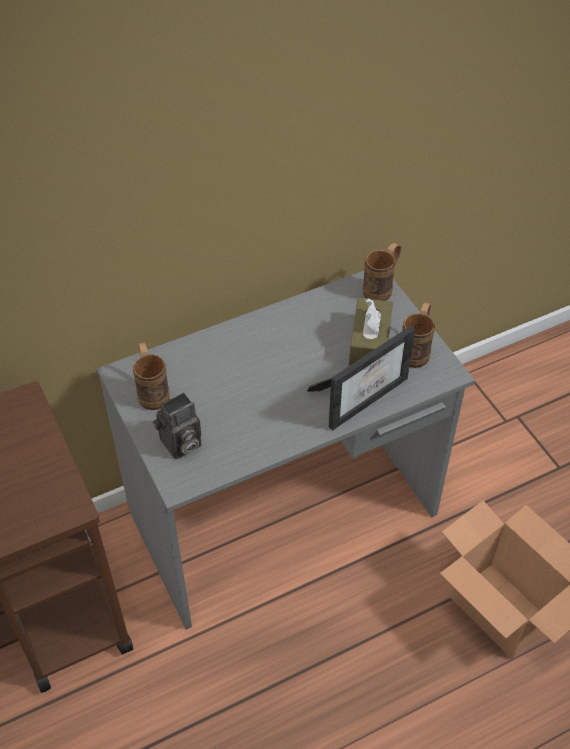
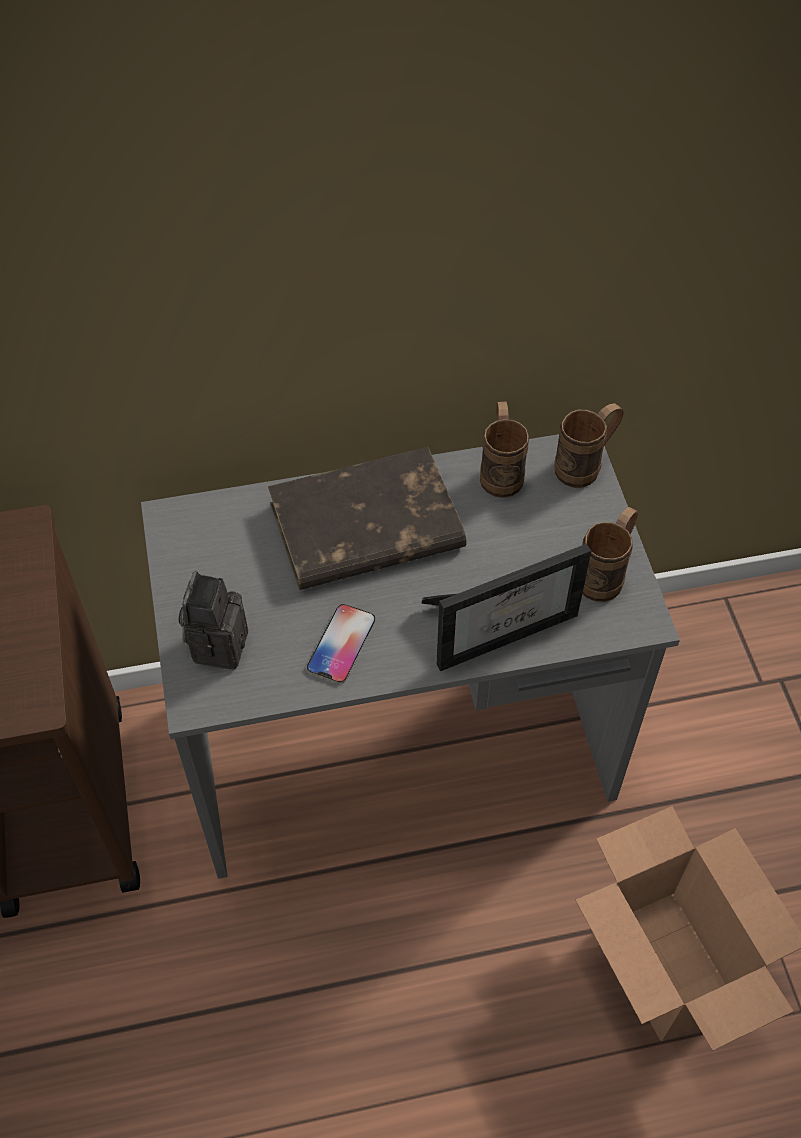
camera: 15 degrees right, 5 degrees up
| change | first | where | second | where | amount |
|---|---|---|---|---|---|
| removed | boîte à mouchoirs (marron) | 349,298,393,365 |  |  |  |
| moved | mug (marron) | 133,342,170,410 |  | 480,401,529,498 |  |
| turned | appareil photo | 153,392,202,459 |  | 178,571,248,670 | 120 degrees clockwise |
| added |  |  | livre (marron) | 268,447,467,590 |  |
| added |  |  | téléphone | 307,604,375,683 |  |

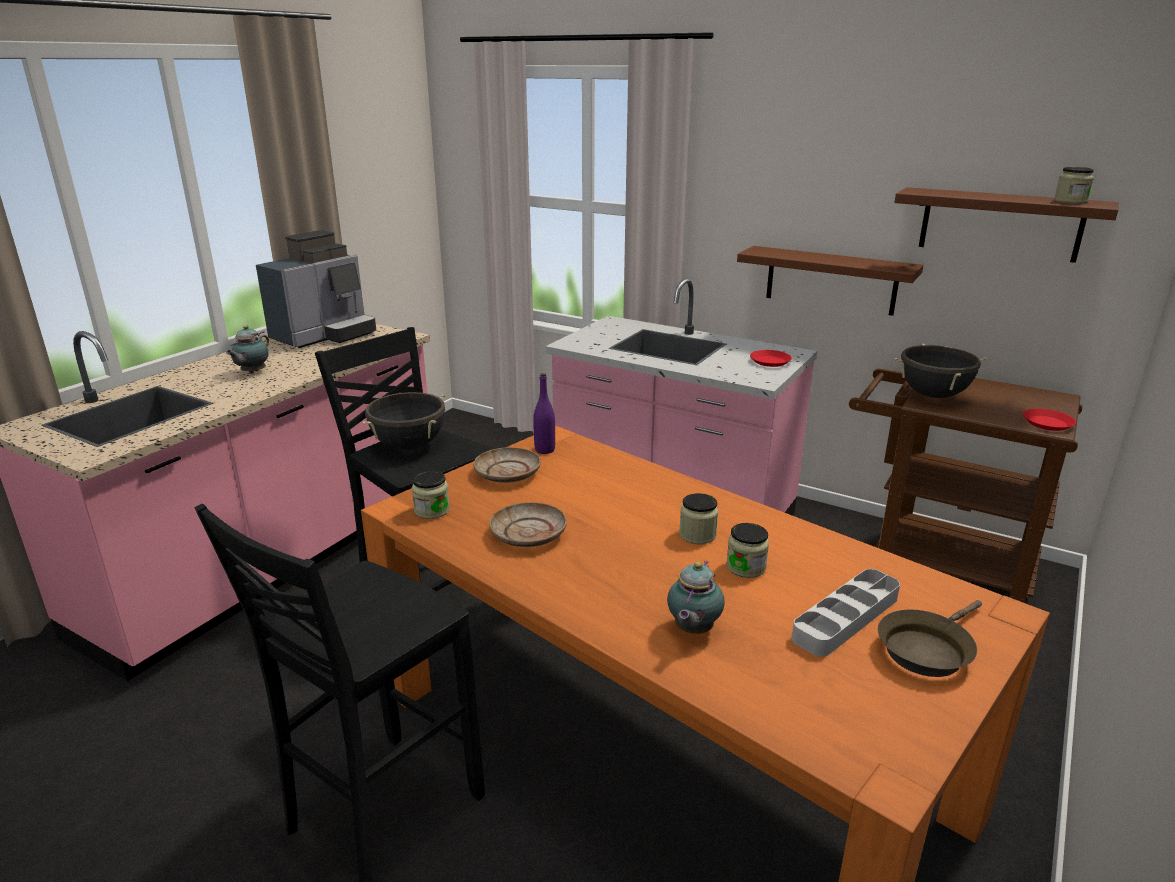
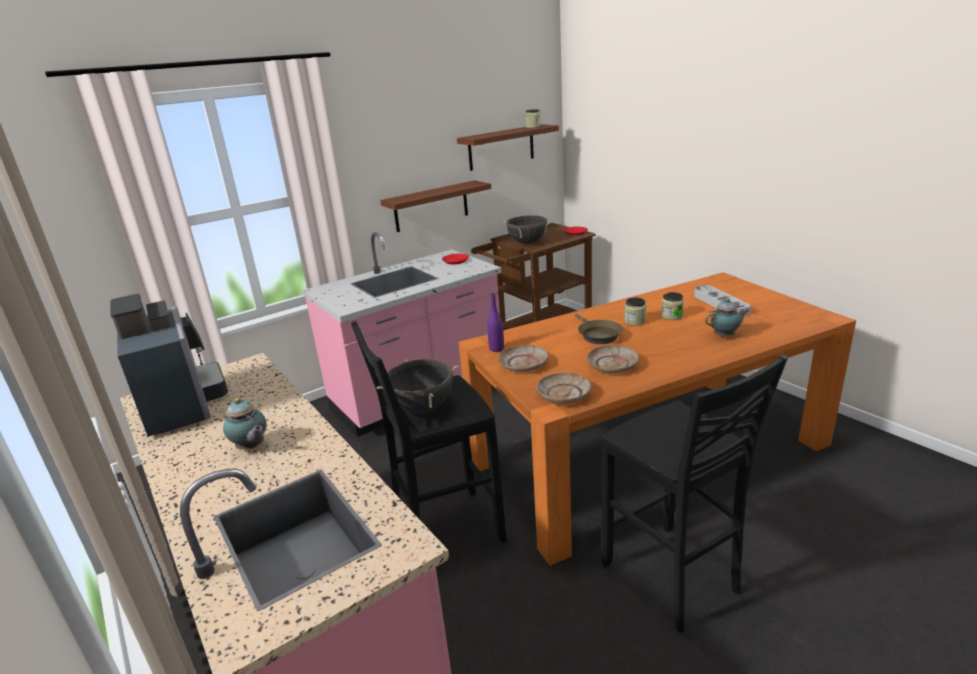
camera: 65 degrees left, 0 degrees up
| change | first | where | second | where | amount |
|---|---|---|---|---|---|
| replaced | bocal | 412,471,450,519 | assiette (beige) | 536,373,592,404 |  |
| turned | théière | 667,560,725,634 |  | 705,298,749,337 | 60 degrees counterclockwise |
| moved | poêle (marron) | 878,600,982,677 |  | 575,314,623,344 |  |

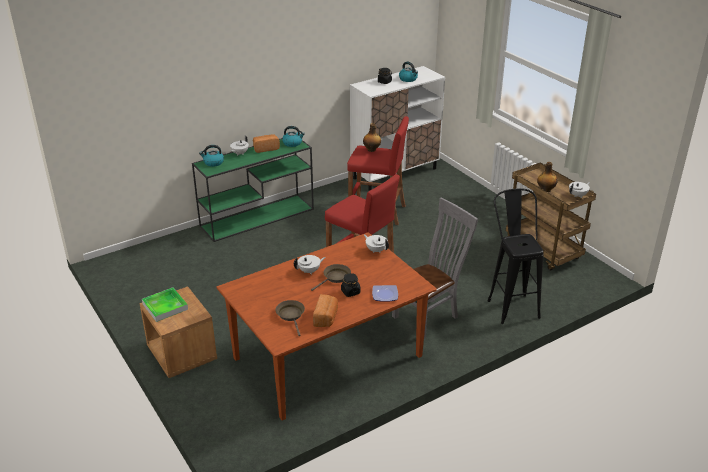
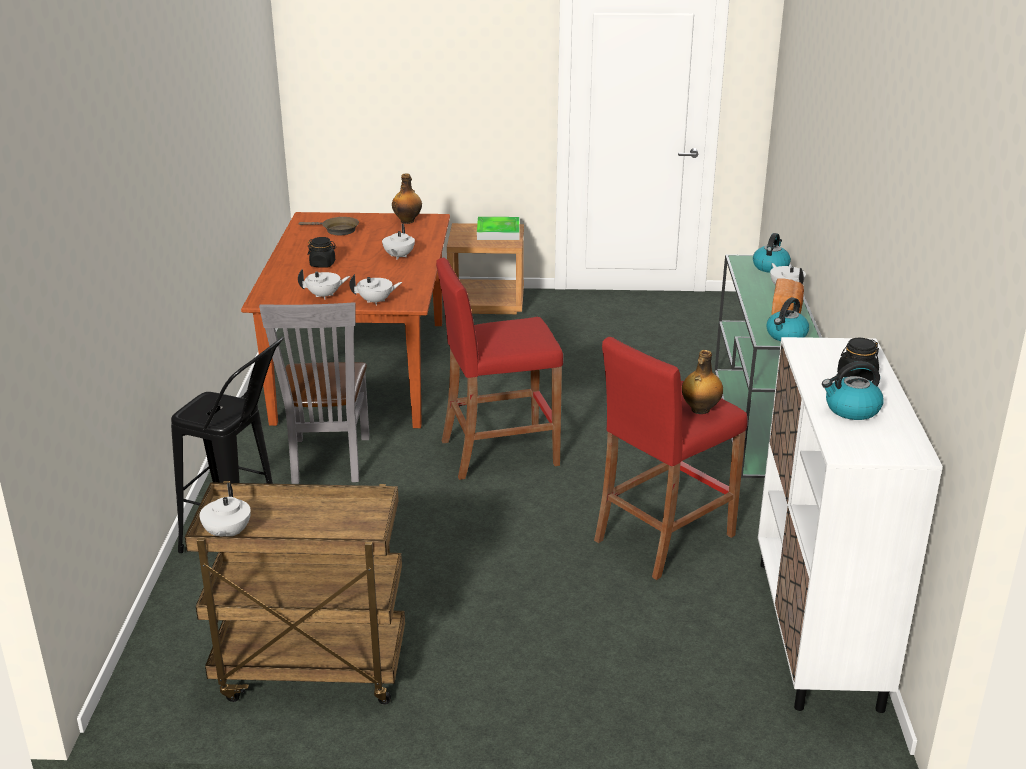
camera: 125 degrees right, 5 degrees down
| change | first | where | second | where | amount |
|---|---|---|---|---|---|
| moved | bouteille | 537,162,558,192 |  | 392,174,422,224 |  |
| removed | poêle (marron) | 311,264,351,291 |  |  |  |
| removed | assiette | 372,285,398,302 |  |  |  |
| removed | pain | 313,294,338,327 |  |  |  |
| added |  |  | théière (blanc) | 298,269,350,300 |  |

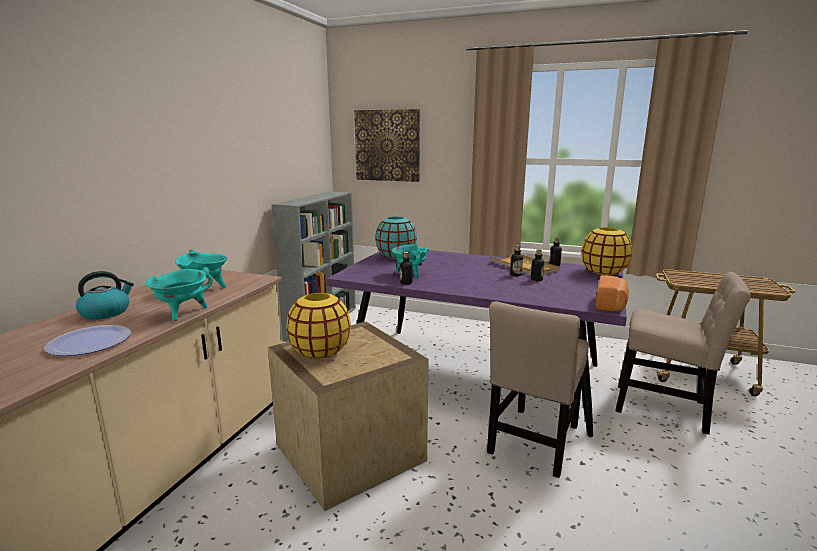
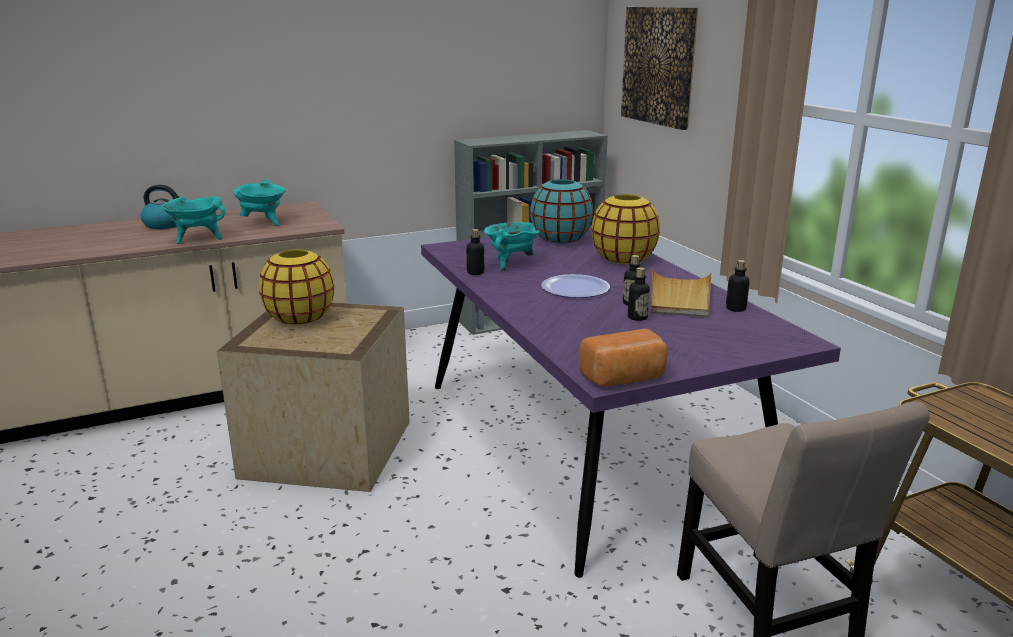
camera: 45 degrees right, 5 degrees up
| change | first | where | second | where | amount |
|---|---|---|---|---|---|
| moved | vase (jaune) | 581,227,632,275 |  | 591,194,660,264 |  |
| removed | chaise (beige) | 487,301,589,478 |  |  |  |
| moved | assiette | 44,325,131,356 |  | 541,274,610,298 |  |

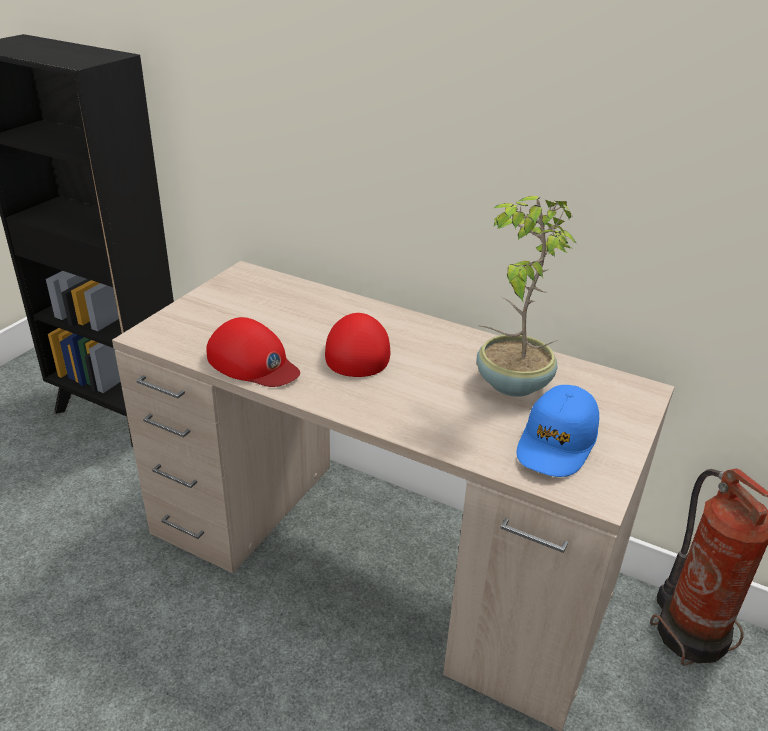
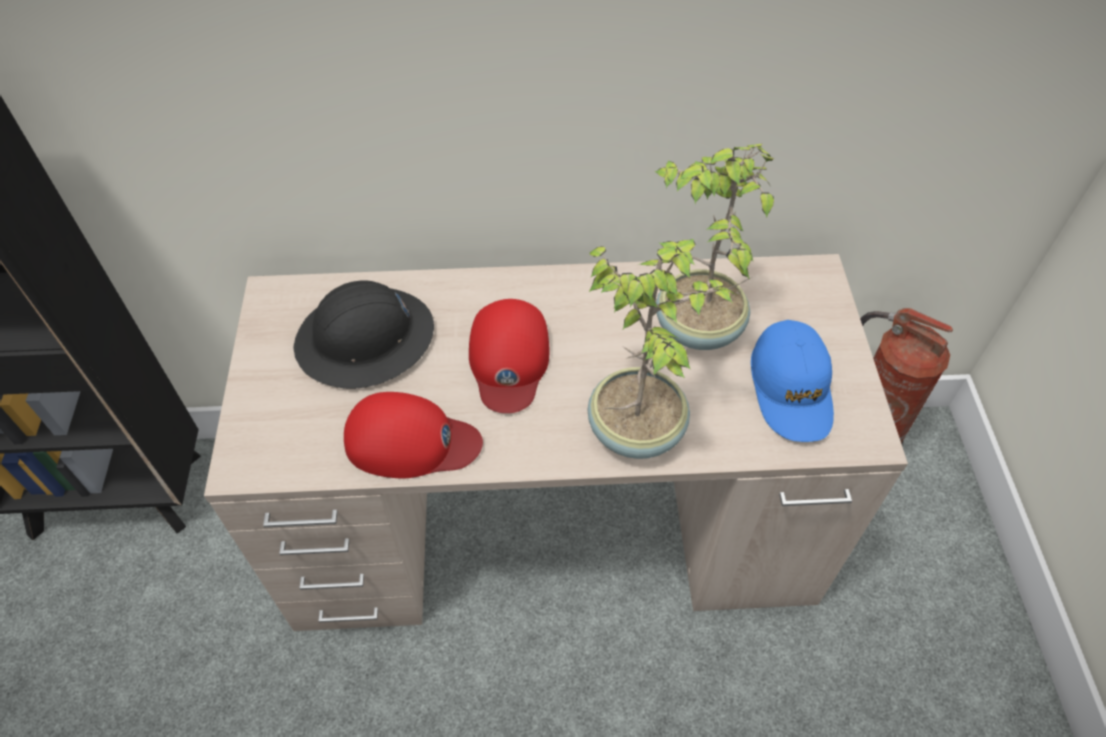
camera: 30 degrees left, 20 degrees up
| change | first | where | second | where | amount |
|---|---|---|---|---|---|
| turned | casquette (rouge) | 325,313,390,377 |  | 469,299,549,413 | 150 degrees counterclockwise |
| added |  |  | plante en pot | 588,239,735,459 |  |
| added |  |  | casque de chantier (noir) | 294,280,434,389 |  |

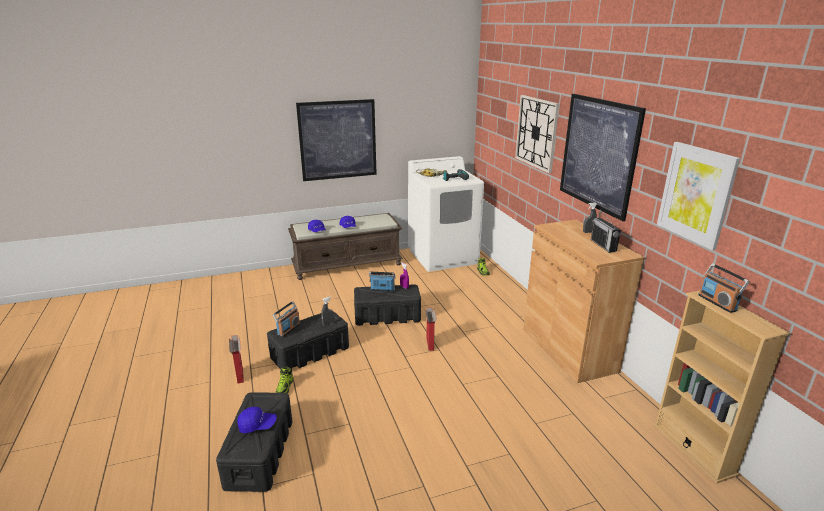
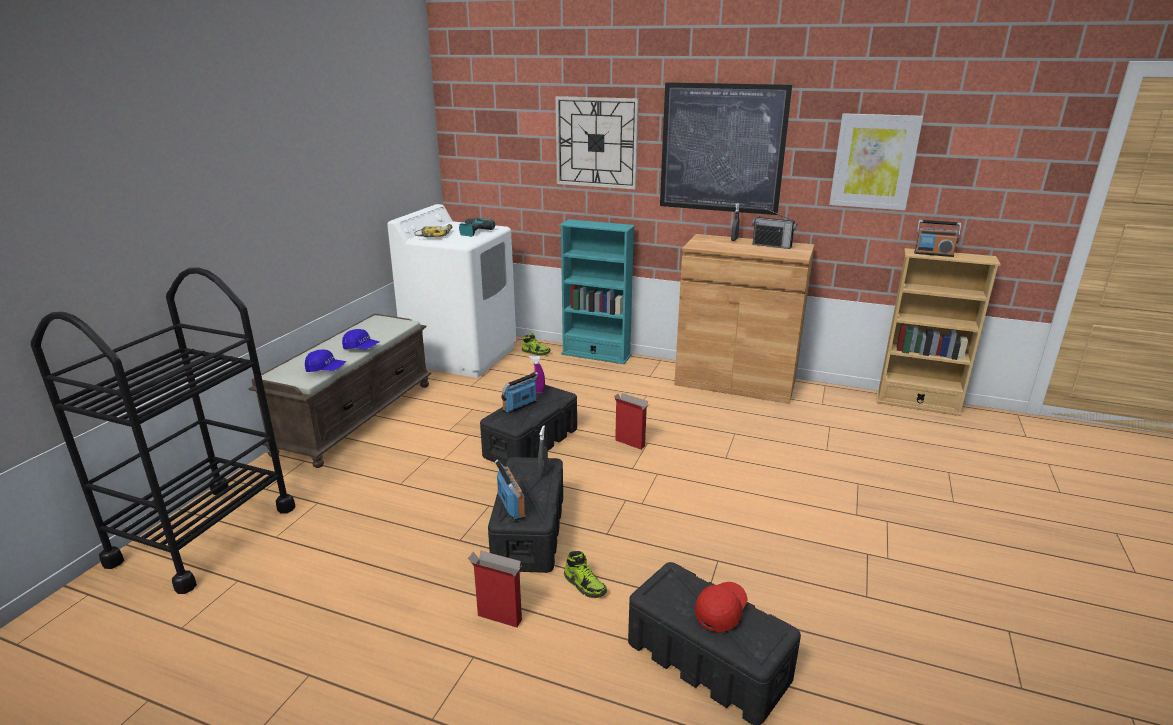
camera: 50 degrees left, 0 degrees up
| change | first | where | second | where | amount |
|---|---|---|---|---|---|
| removed | tableau | 296,99,377,181 |  |  |  |
| recoloured | casquette (bleu) | 238,407,277,433 | casquette (rouge) | 695,582,748,633 |  |
| added |  |  | bibliothèque (turquoise) | 559,219,635,364 |  |
| added |  |  | chariot (noir) | 31,268,296,594 |  |

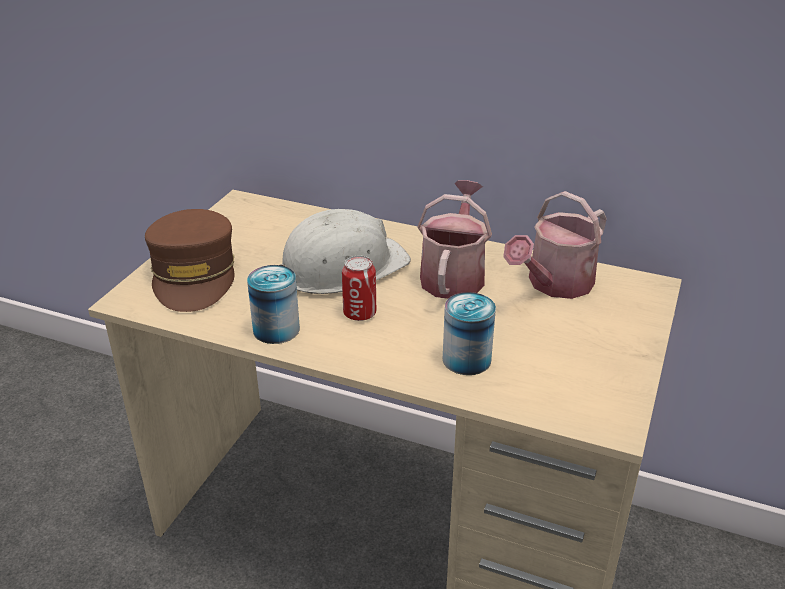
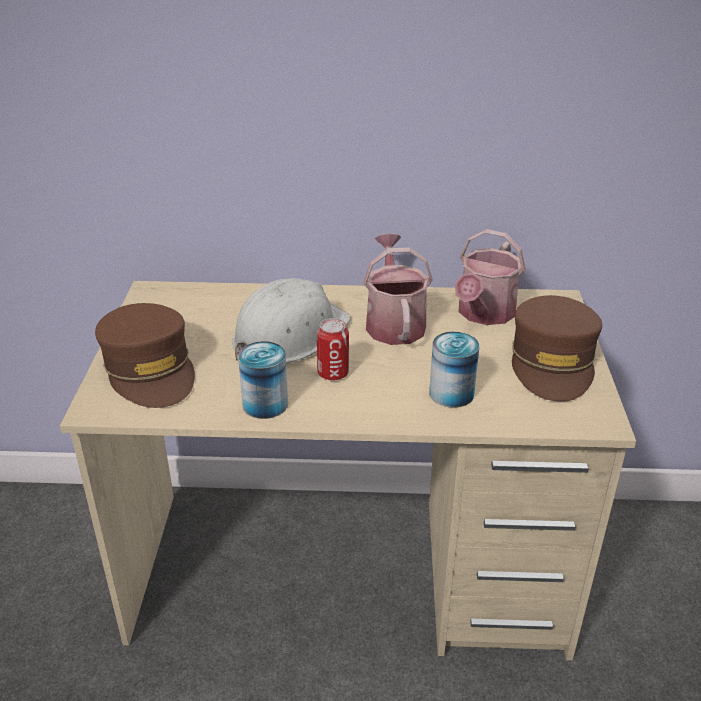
camera: 20 degrees left, 0 degrees up
| change | first | where | second | where | amount |
|---|---|---|---|---|---|
| added |  |  | casquette (marron) | 512,295,602,402 |  |

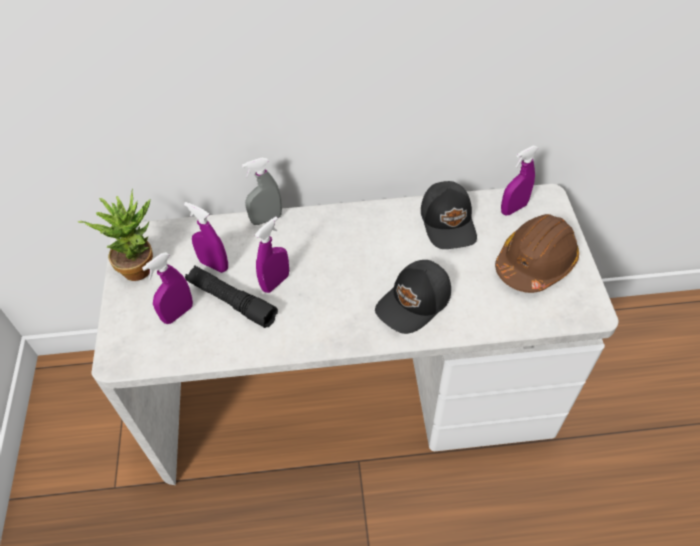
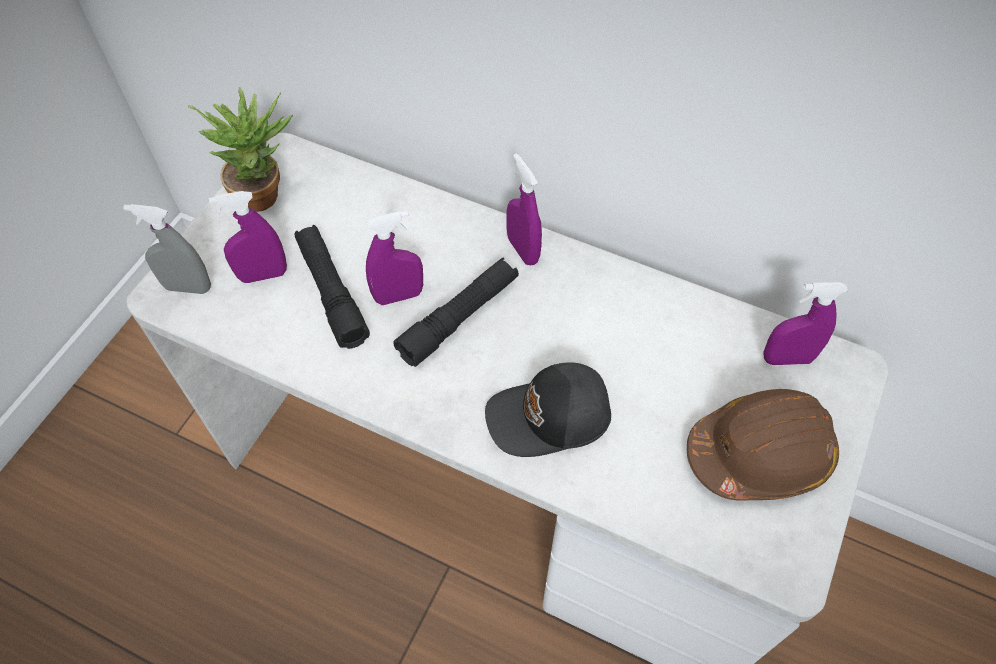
camera: 30 degrees right, 5 degrees up
| change | first | where | second | where | amount |
|---|---|---|---|---|---|
| moved | vaporisateur (gris) | 242,158,282,225 |  | 123,204,211,294 |  |
| removed | casquette (noir) | 421,181,477,249 |  |  |  |
| moved | vaporisateur (violet) | 184,202,228,273 |  | 506,153,542,265 |  |
| added |  |  | lampe de poche (noir) | 393,257,519,367 |  |

